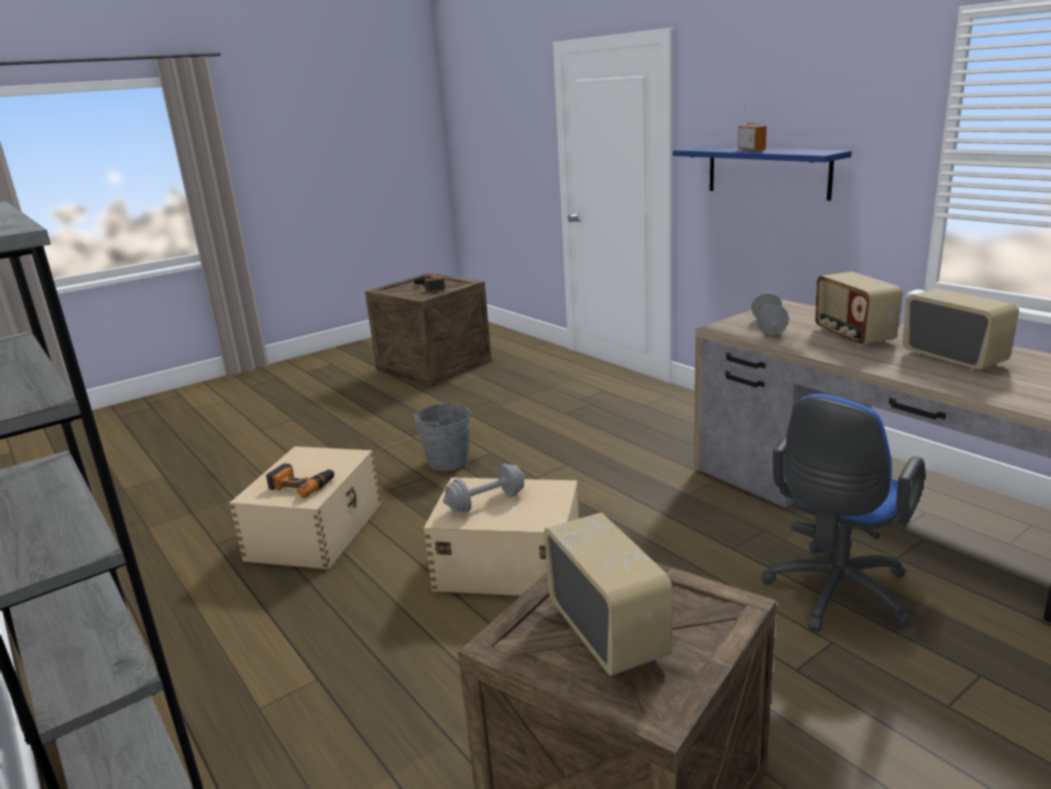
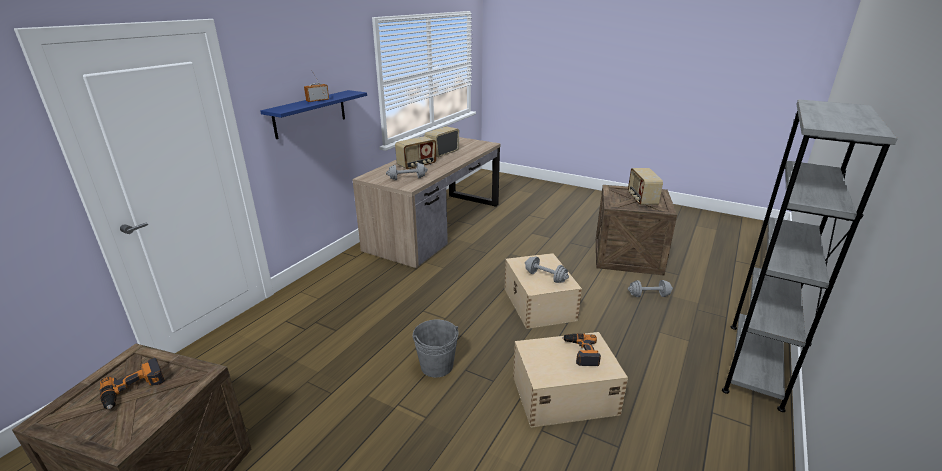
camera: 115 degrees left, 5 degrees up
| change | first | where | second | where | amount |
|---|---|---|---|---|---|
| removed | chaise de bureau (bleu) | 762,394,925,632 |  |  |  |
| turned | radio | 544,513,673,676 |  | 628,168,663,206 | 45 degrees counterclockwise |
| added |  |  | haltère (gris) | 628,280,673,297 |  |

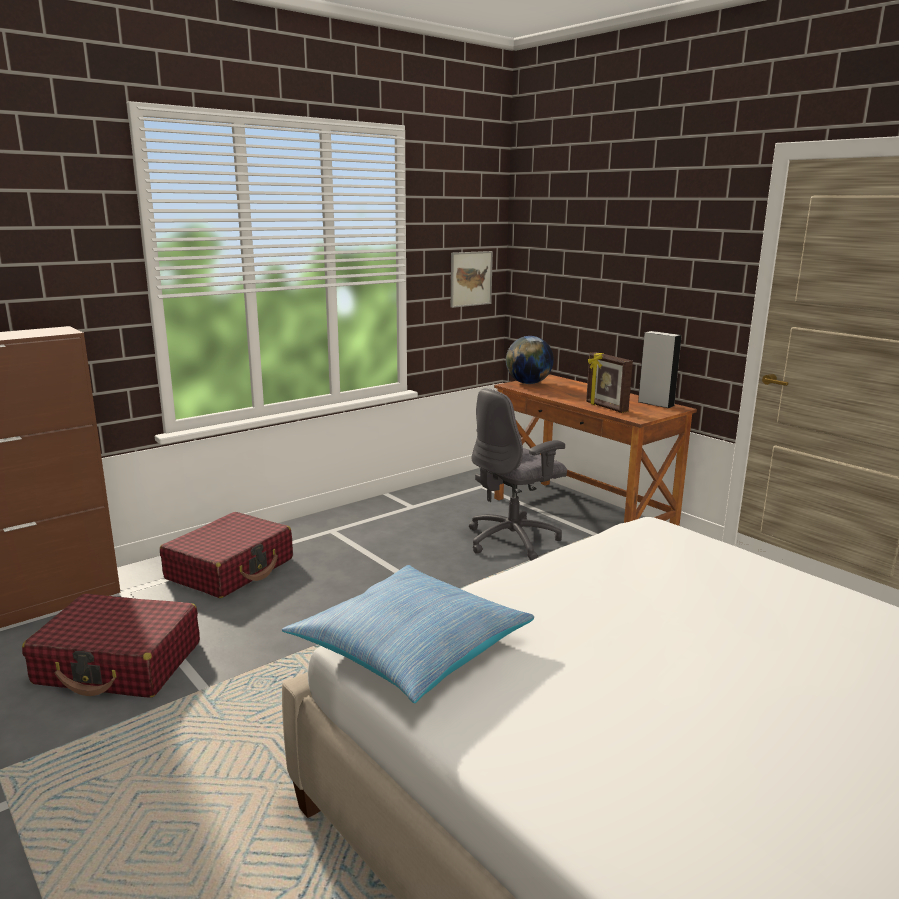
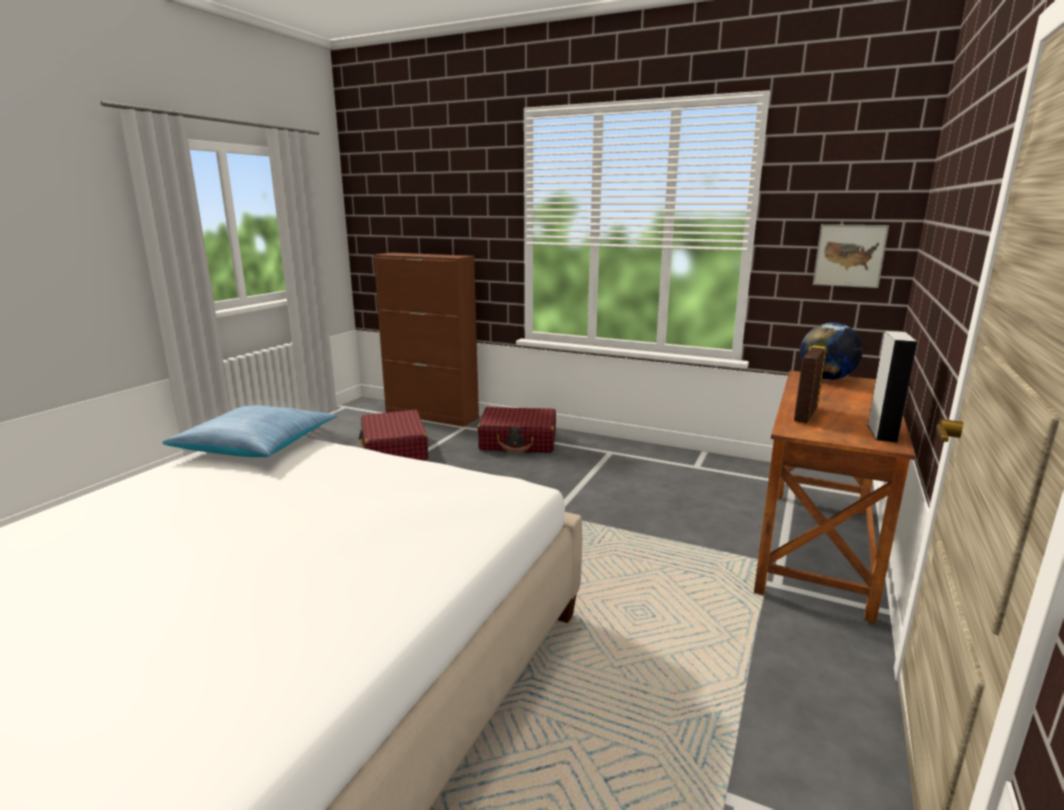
camera: 65 degrees right, 0 degrees up
| change | first | where | second | where | amount |
|---|---|---|---|---|---|
| removed | chaise de bureau (gris) | 469,388,567,561 |  |  |  |

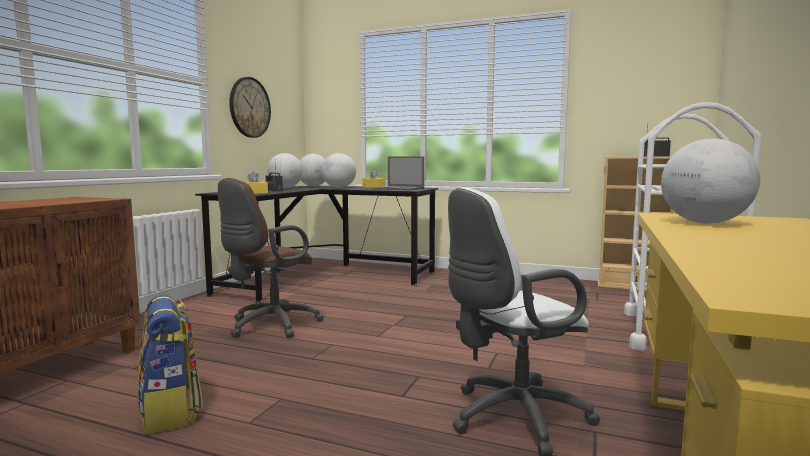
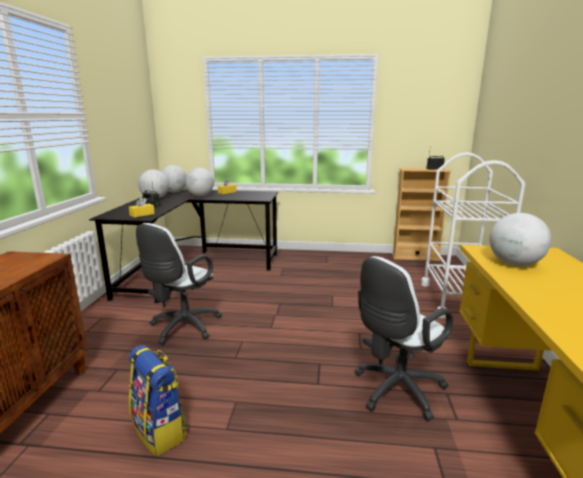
camera: 15 degrees left, 10 degrees up
| change | first | where | second | where | amount |
|---|---|---|---|---|---|
| removed | horloge murale | 229,77,271,138 |  |  |  |
| removed | ordinateur portable | 373,156,424,190 |  |  |  |
| recoloured | chaise de bureau (marron) | 218,178,324,338 | chaise de bureau (blanc) | 136,223,222,345 |  |

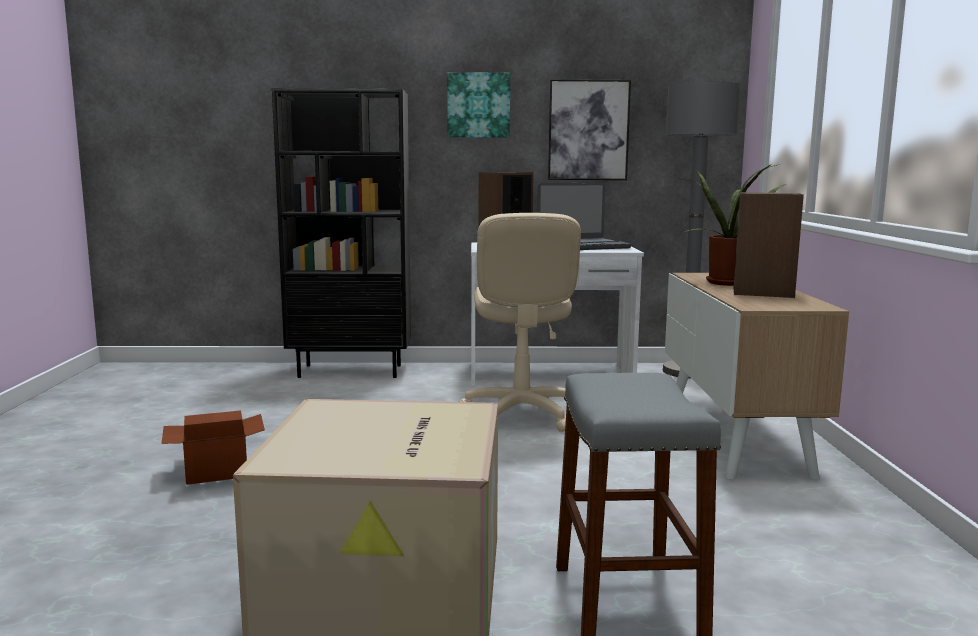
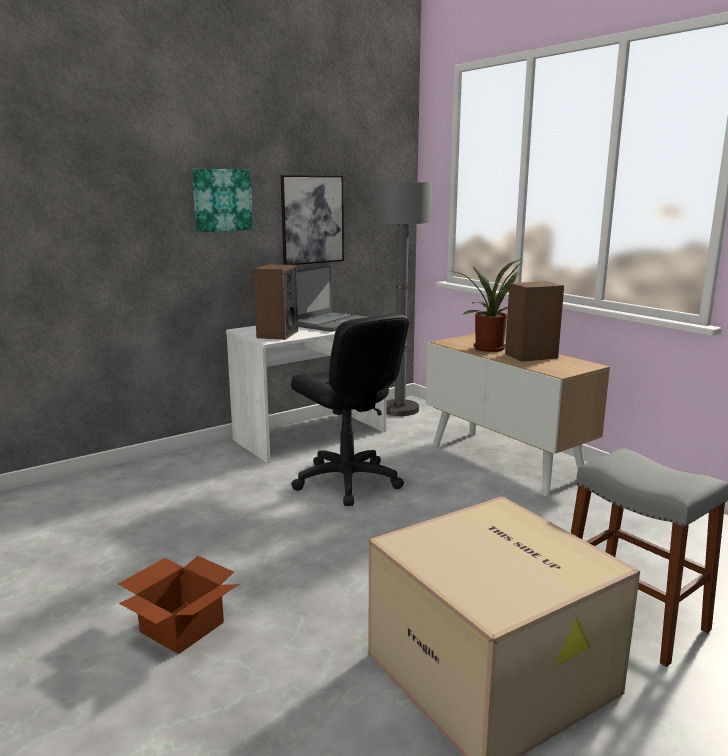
camera: 35 degrees left, 5 degrees up
| change | first | where | second | where | amount |
|---|---|---|---|---|---|
| removed | bibliothèque (noir) | 272,88,411,378 |  |  |  |
| recoloured | chaise de bureau (beige) | 459,213,581,432 | chaise de bureau (noir) | 291,313,409,506 |  |

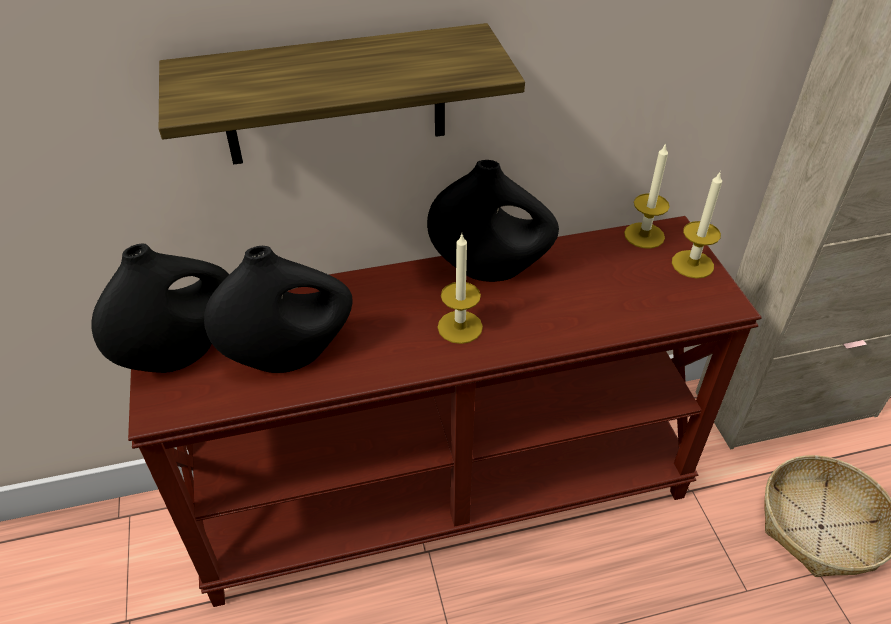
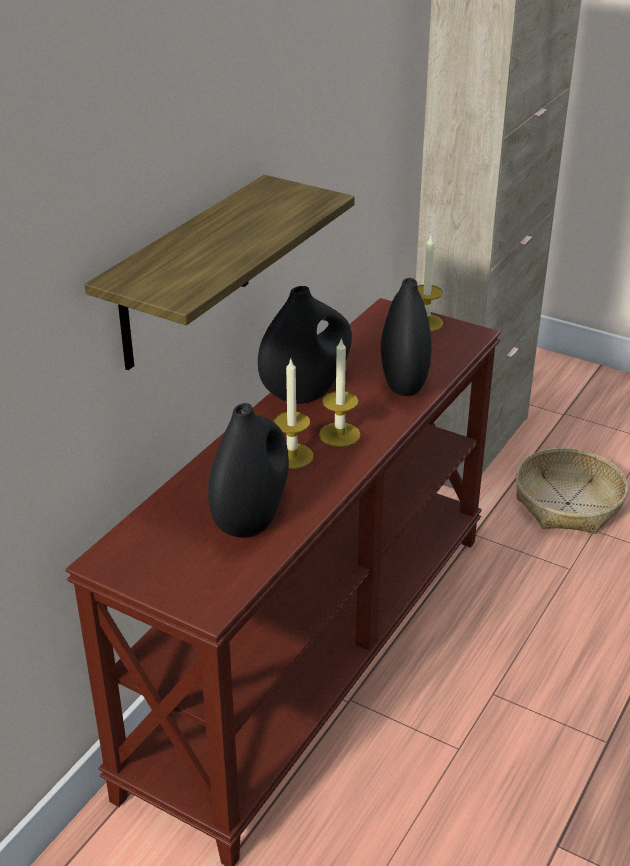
camera: 45 degrees left, 10 degrees down
| change | first | where | second | where | amount |
|---|---|---|---|---|---|
| moved | bougie | 624,143,670,249 |  | 274,359,313,469 |  |
| moved | vase (noir) | 91,244,229,373 |  | 381,278,431,396 |  |

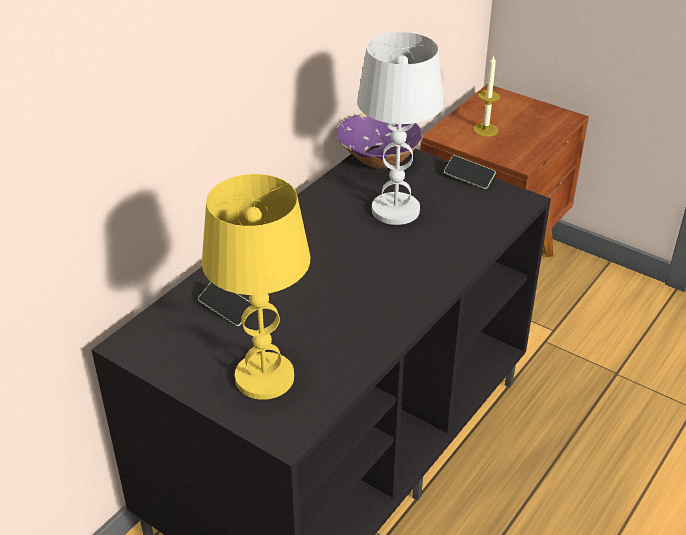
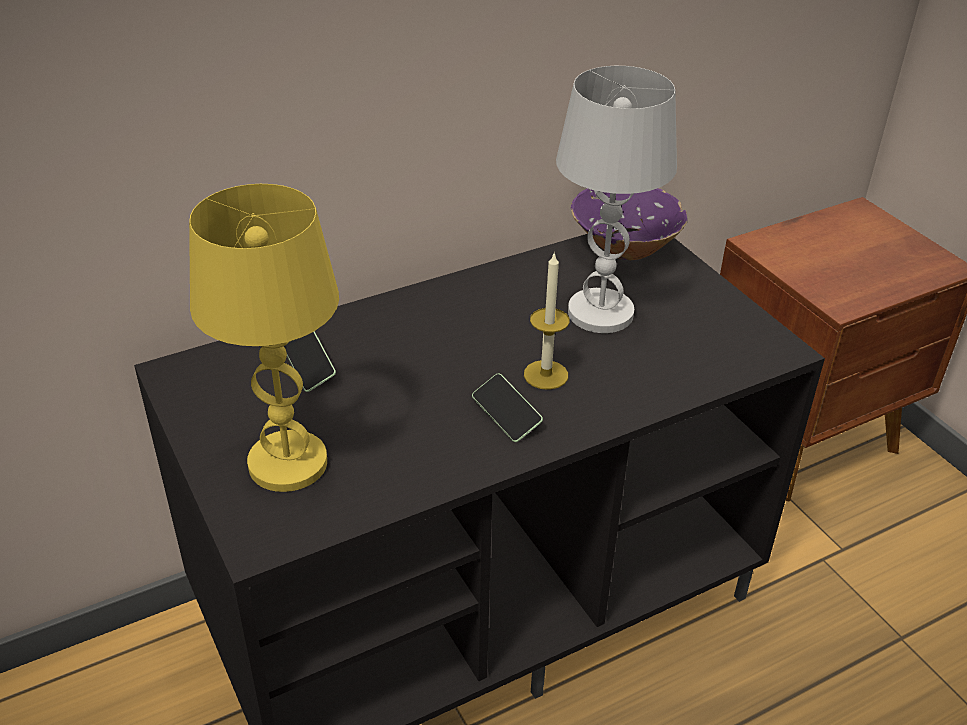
camera: 25 degrees right, 0 degrees up
| change | first | where | second | where | amount |
|---|---|---|---|---|---|
| moved | bougie | 473,56,500,137 |  | 524,251,569,390 |  |
| moved | téléphone | 444,155,496,189 |  | 472,373,543,442 |  |

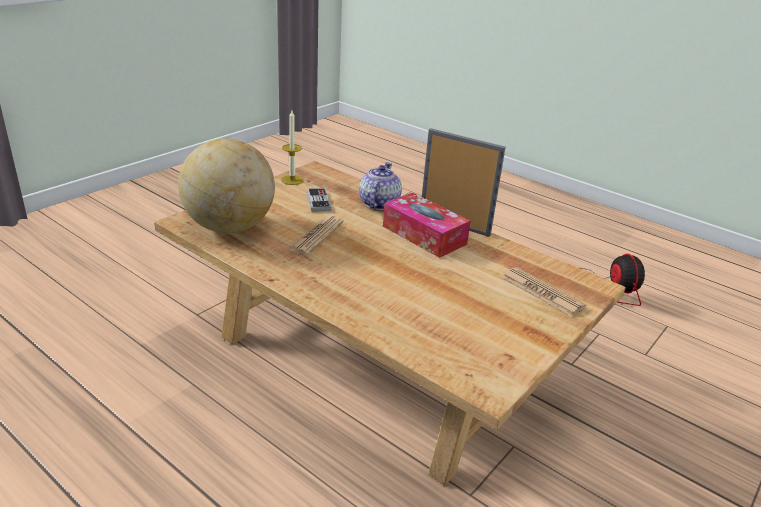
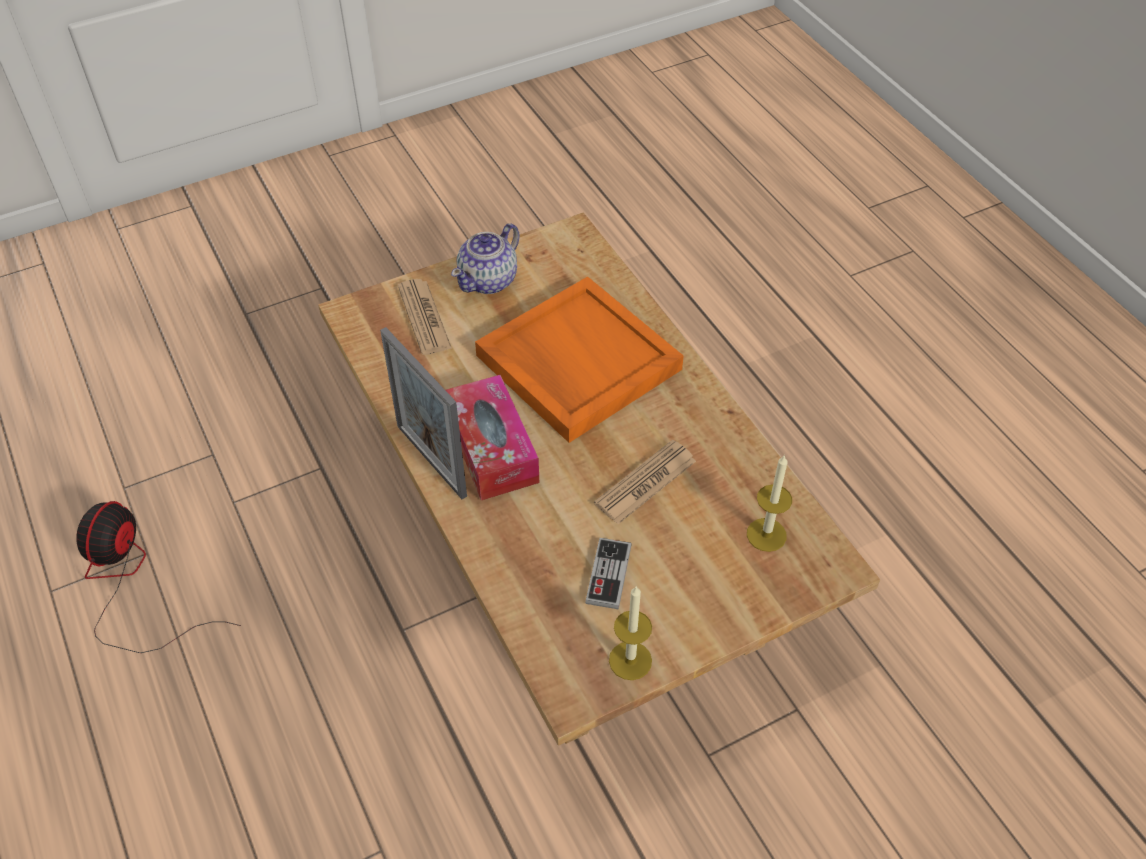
camera: 155 degrees left, 20 degrees up
| change | first | where | second | where | amount |
|---|---|---|---|---|---|
| replaced | globe | 178,138,275,233 | bougie | 747,454,792,552 |  |
| moved | théière | 359,162,402,210 |  | 451,223,520,294 |  |
| added |  |  | plateau (orange) | 475,276,684,443 |  |

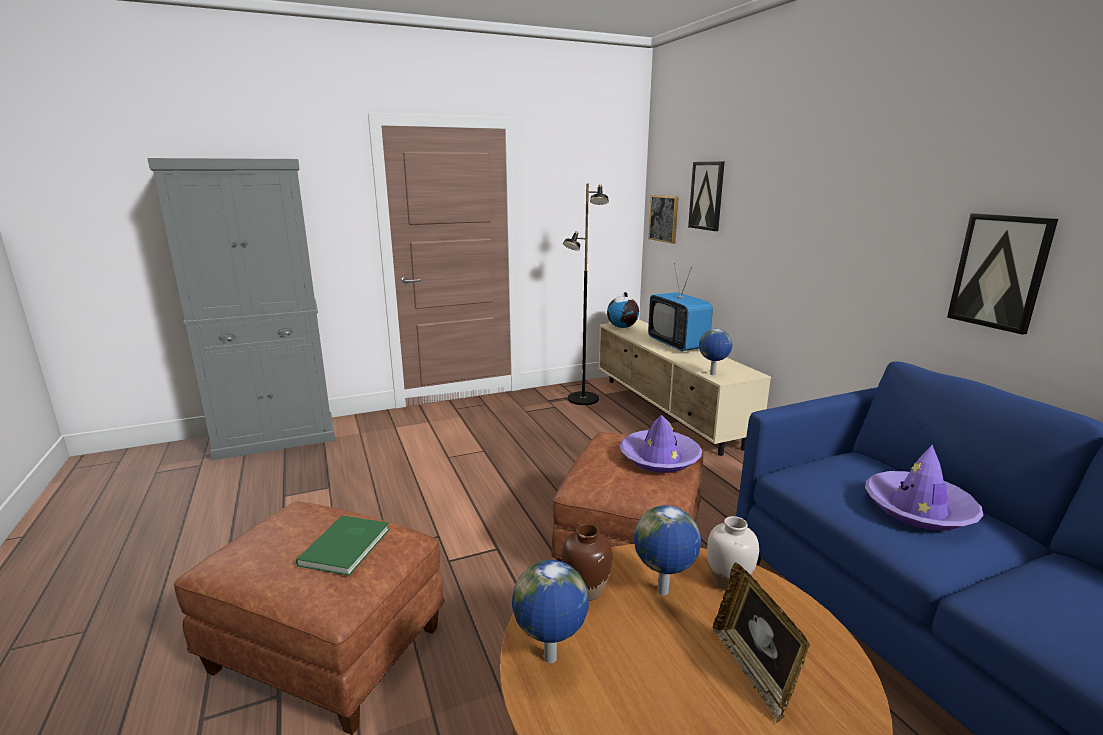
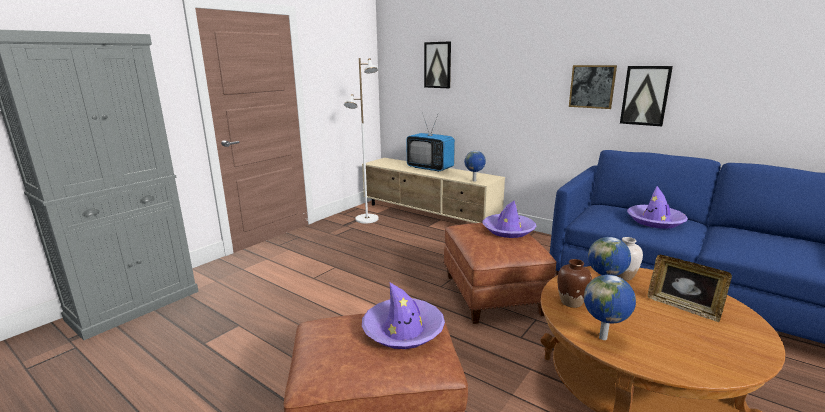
camera: 30 degrees left, 0 degrees up
| change | first | where | second | where | amount |
|---|---|---|---|---|---|
| recoloured | lampadaire (noir) | 563,184,609,405 | lampadaire (blanc) | 344,58,379,223 |  |
| moved | tableau | 649,195,678,244 |  | 569,65,617,109 |  |
| removed | globe | 607,292,639,328 |  |  |  |
| replaced | livre (vert) | 296,515,390,576 | chapeau (violet) | 362,283,445,349 |  |

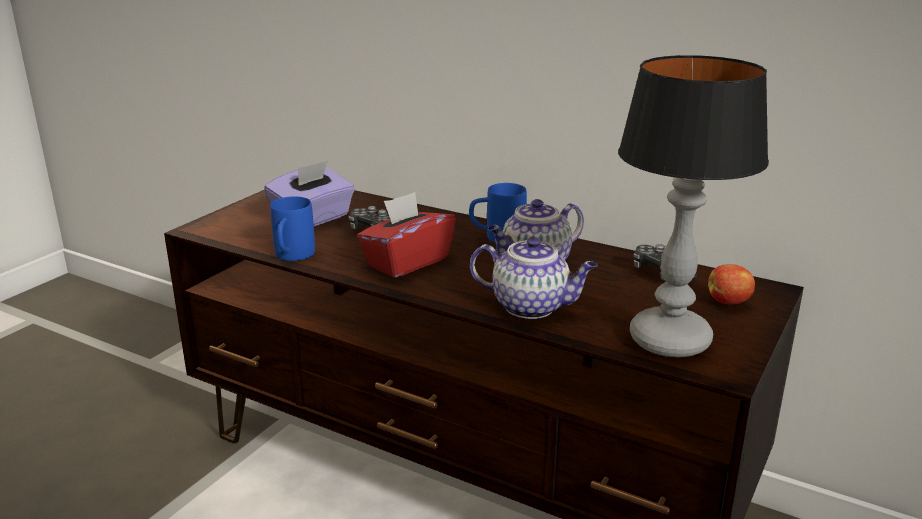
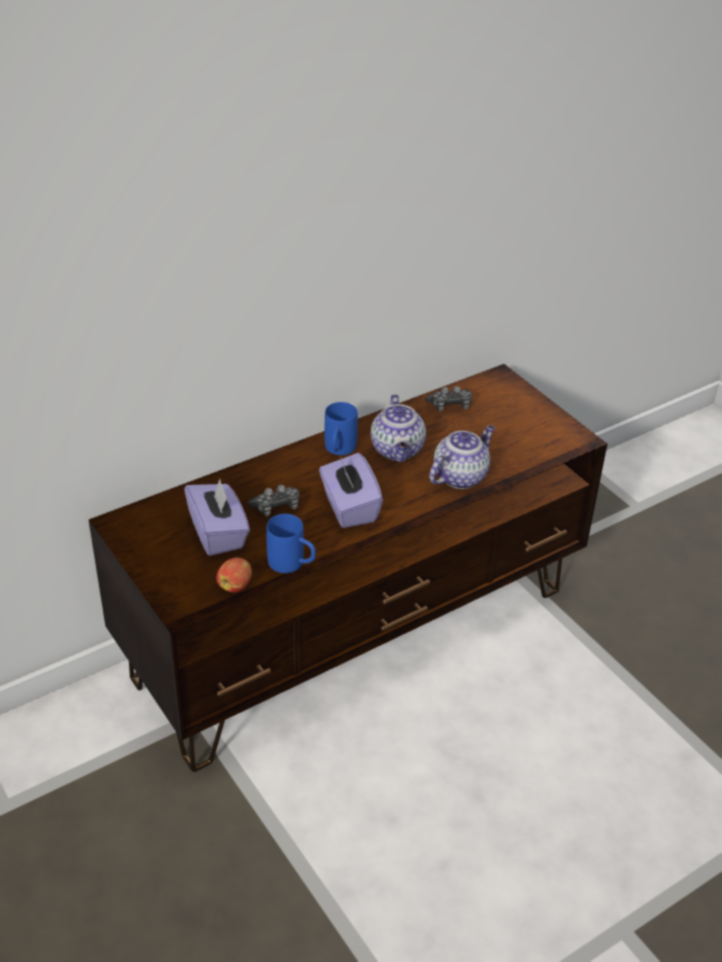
camera: 65 degrees left, 15 degrees up
| change | first | where | second | where | amount |
|---|---|---|---|---|---|
| removed | lampe de table | 618,55,769,358 |  |  |  |
| recoloured | boîte à mouchoirs (rouge) | 357,192,456,278 | boîte à mouchoirs (violet) | 319,453,383,528 |  |
| moved | pomme | 708,264,755,305 |  | 216,557,252,593 |  |

